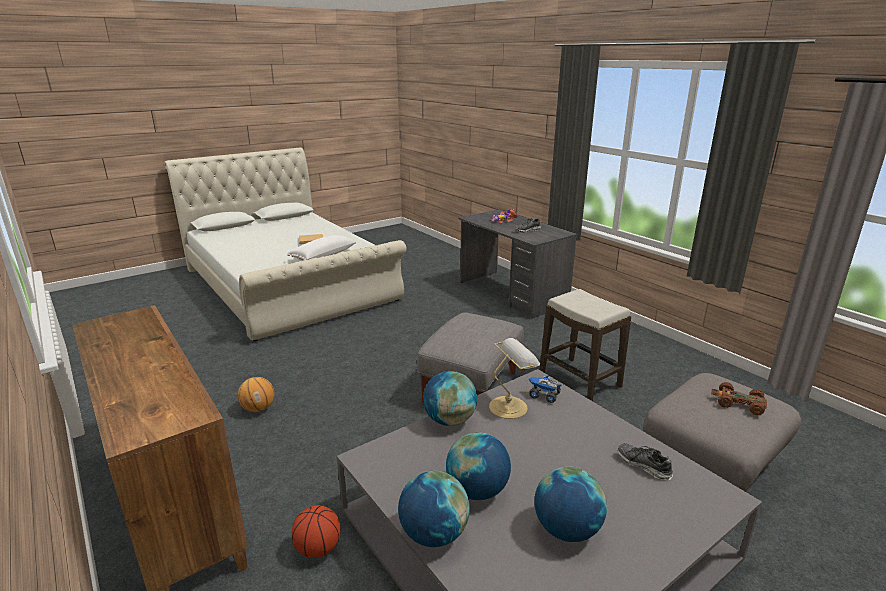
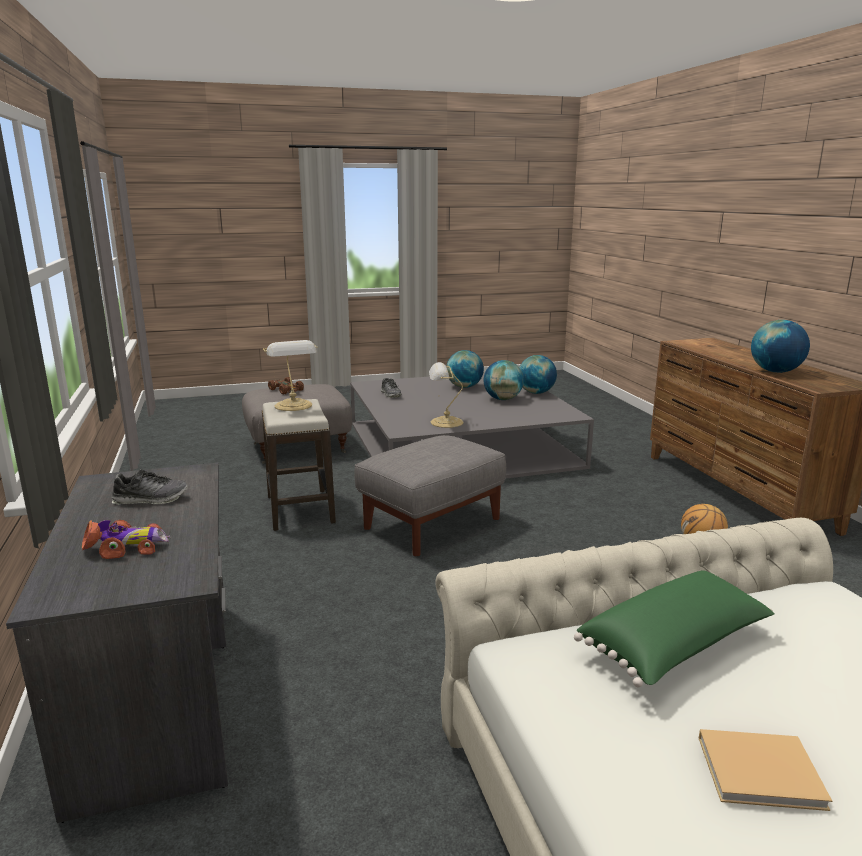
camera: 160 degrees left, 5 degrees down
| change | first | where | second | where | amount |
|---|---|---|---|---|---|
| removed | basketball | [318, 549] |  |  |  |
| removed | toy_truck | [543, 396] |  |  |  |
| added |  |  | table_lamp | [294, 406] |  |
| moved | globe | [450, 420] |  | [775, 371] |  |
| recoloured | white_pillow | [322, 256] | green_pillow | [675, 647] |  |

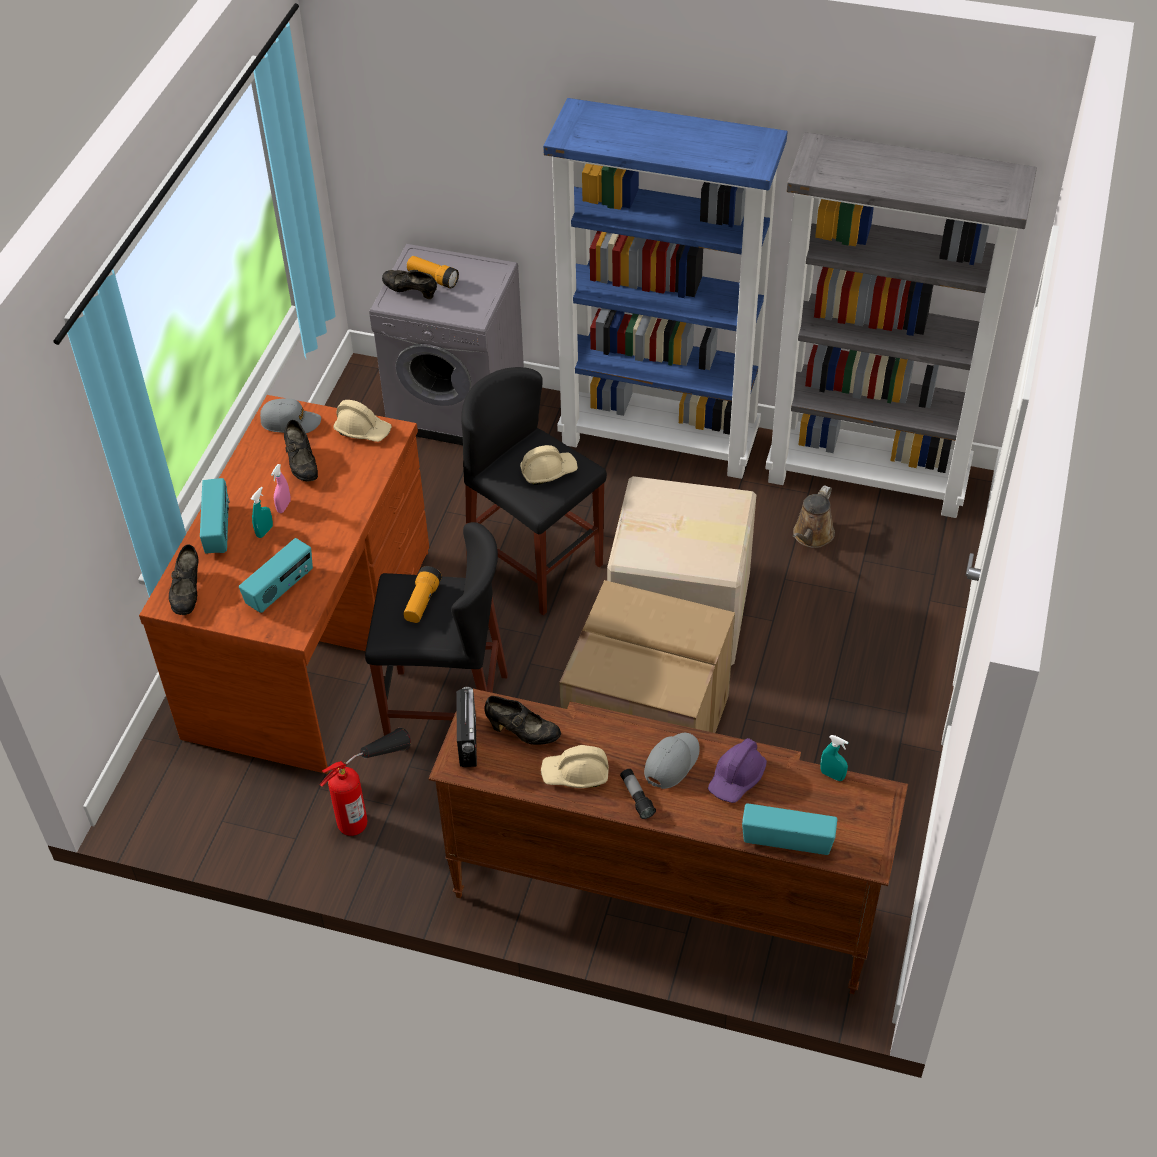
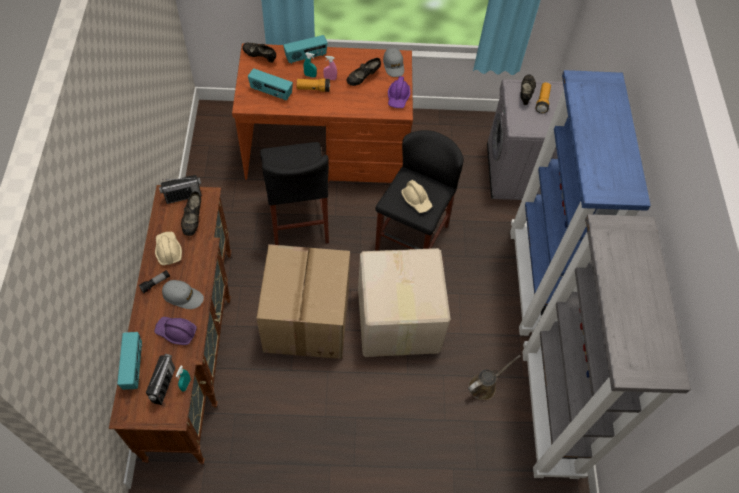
camera: 70 degrees right, 10 degrees up
| change | first | where | second | where | amount |
|---|---|---|---|---|---|
| removed | fire_extinguisher | [373, 805] |  |  |  |
| added |  |  | radio | [163, 385] |  |
| moved | flashlight | [422, 602] |  | [313, 89] |  |
| recoloured | beige_hard_hat | [363, 430] | purple_hard_hat | [398, 97] |  |
| turned | black_shoe | [187, 593] |  | [260, 57] | 45 degrees clockwise |
| turned | brown_watering_can | [811, 536] |  | [484, 385] | 135 degrees clockwise |

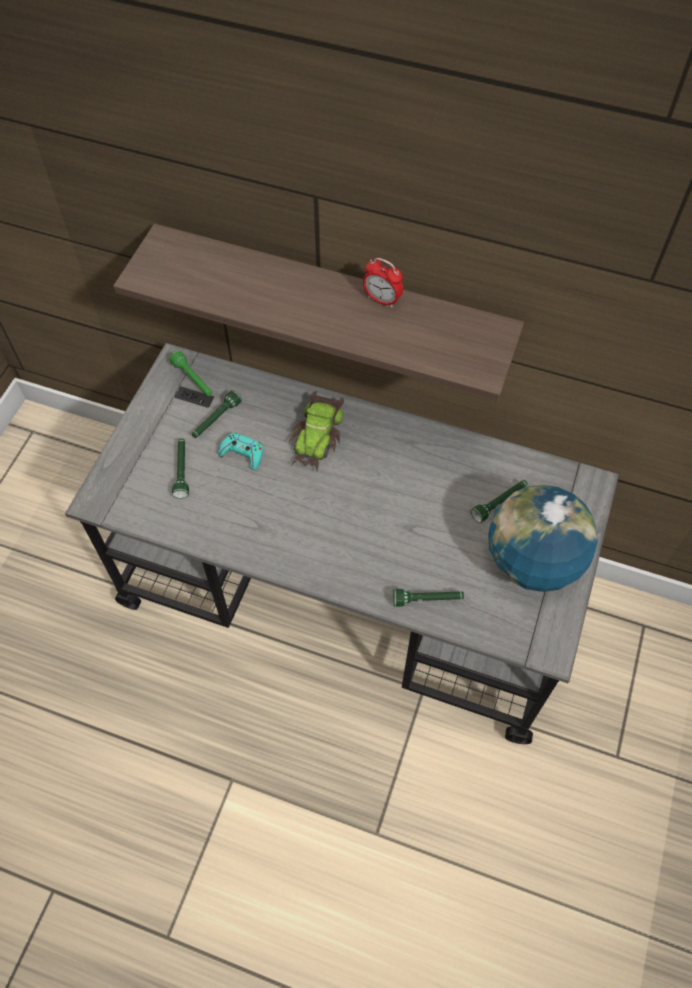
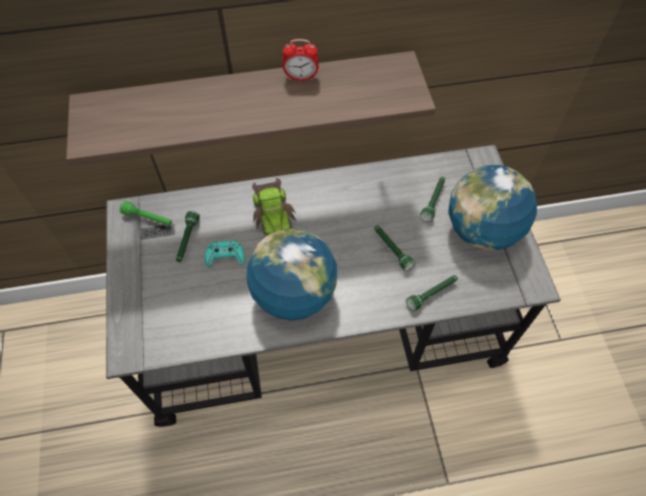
camera: 30 degrees left, 0 degrees up
| change | first | where | second | where | amount |
|---|---|---|---|---|---|
| added |  |  | globe | [293, 294] |  |
| moved | green_flashlight | [182, 471] |  | [392, 250] |  |

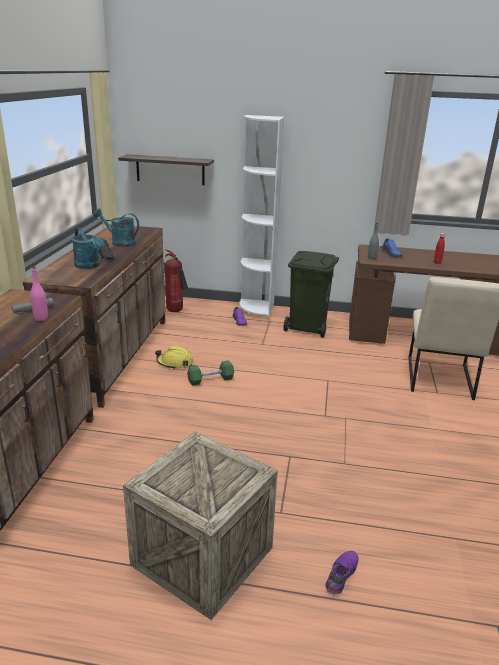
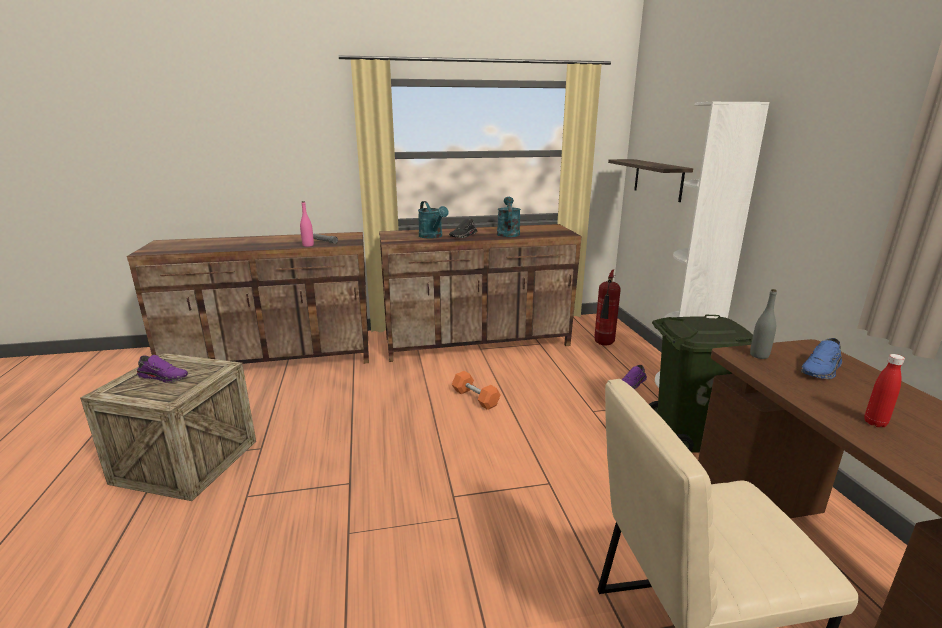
camera: 70 degrees right, 5 degrees down
| change | first | where | second | where | amount |
|---|---|---|---|---|---|
| removed | yellow_hard_hat | [175, 363] |  |  |  |
| moved | purple_shoe | [340, 574] |  | [164, 377] |  |
| recoloured | green_dumbbell | [210, 380] | orange_dumbbell | [475, 398] |  |
| turned | turquoise_watering_can | [90, 266] |  | [432, 236] | 60 degrees counterclockwise |

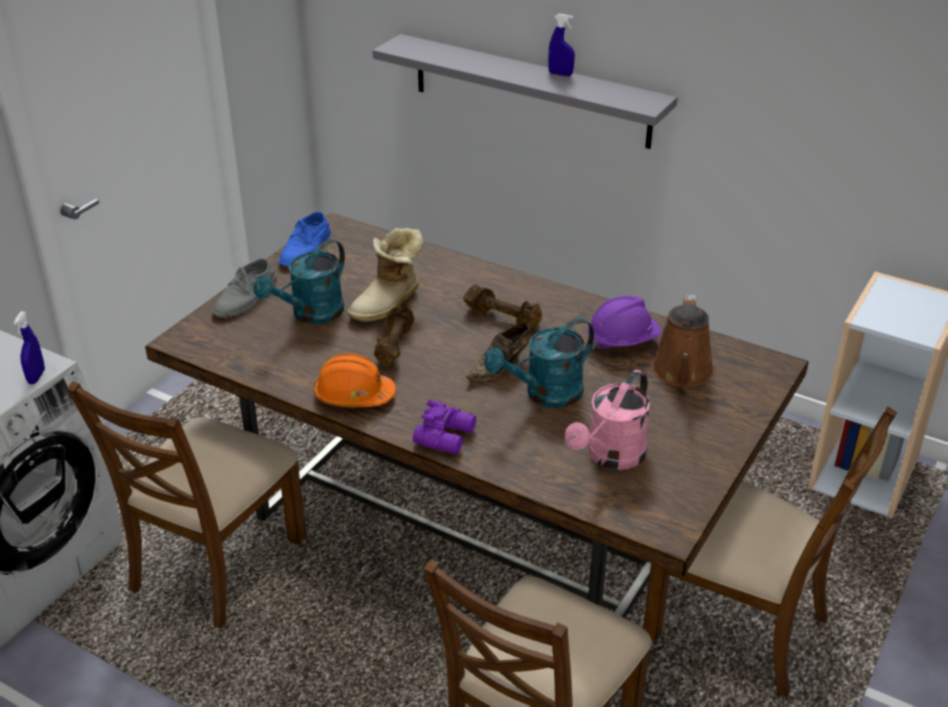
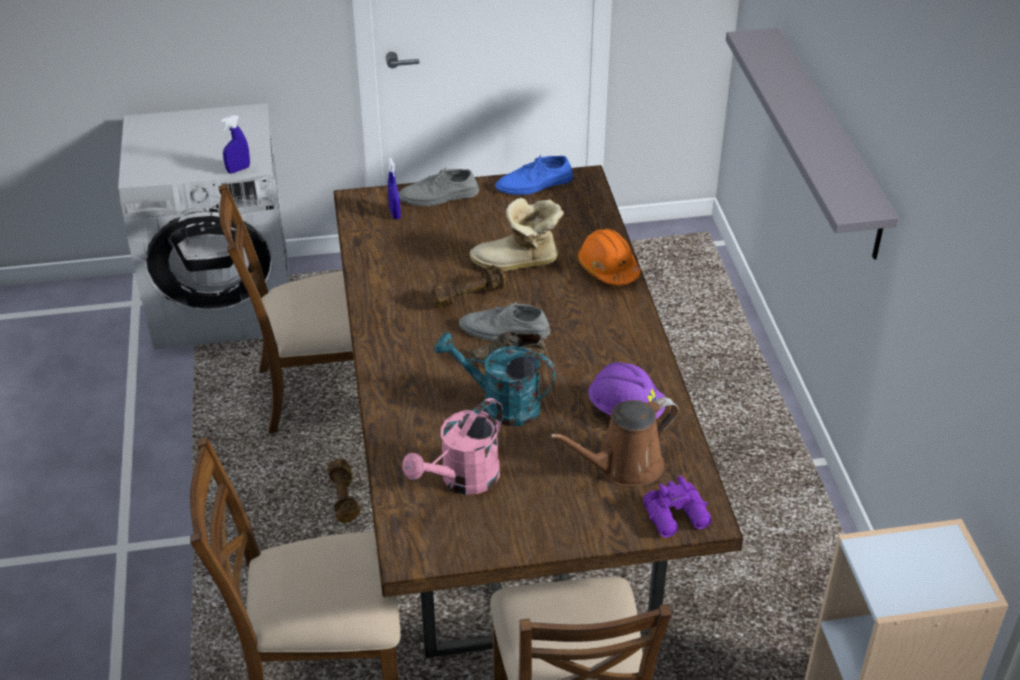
camera: 50 degrees right, 5 degrees up
| change | first | where | second | where | amount |
|---|---|---|---|---|---|
| removed | turquoise_watering_can | [311, 314] |  |  |  |
| added |  |  | grey_shoe | [504, 331] |  |
| moved | orange_hard_hat | [353, 395] |  | [608, 268] |  |
| moved | purple_binoculars | [446, 436] |  | [678, 517] |  |
| moved | brown_dumbbell | [503, 317] |  | [345, 499] |  |
| moved | blue_spray_bottle | [560, 74] |  | [395, 213] |  |
| turned | pink_watering_can | [610, 457] |  | [462, 480] | 45 degrees counterclockwise |

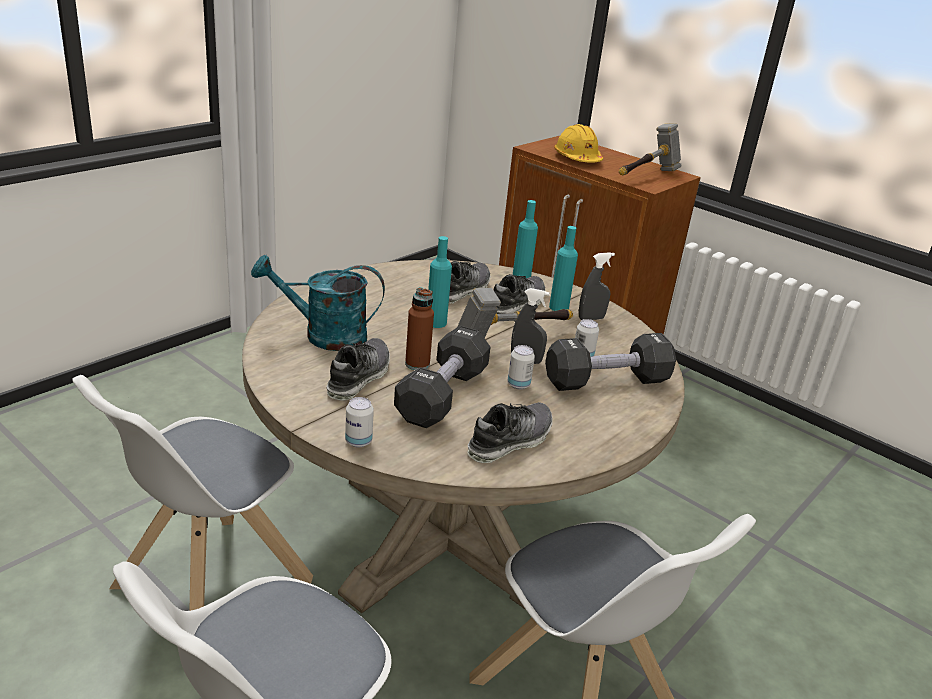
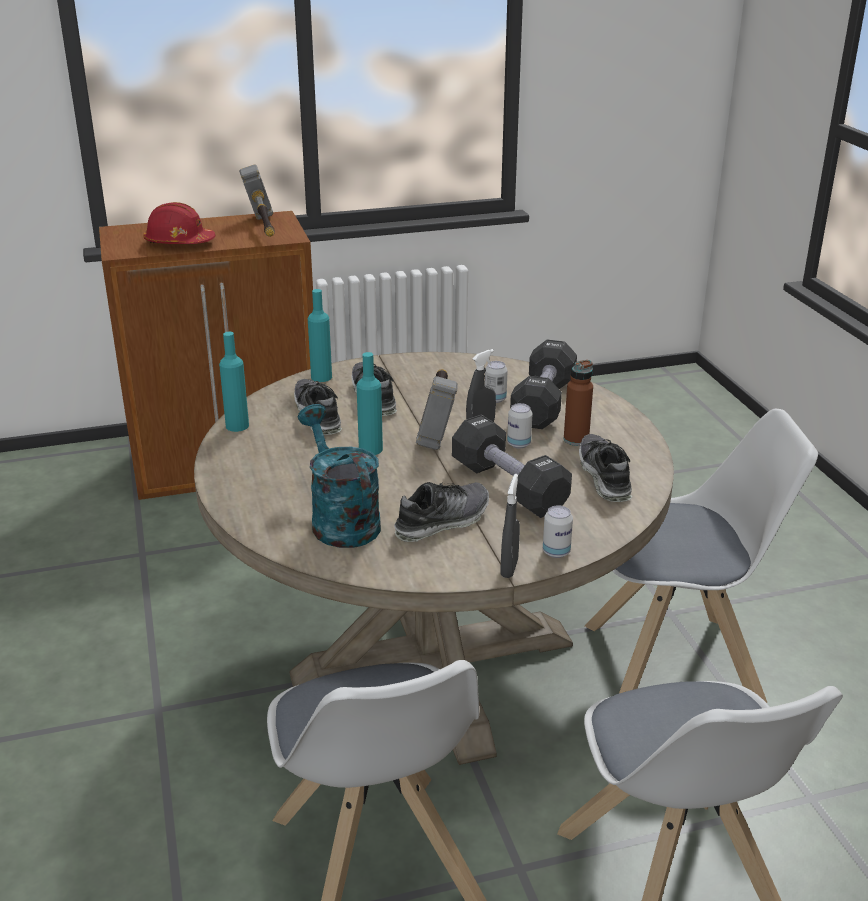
camera: 55 degrees left, 0 degrees up
| change | first | where | second | where | amount |
|---|---|---|---|---|---|
| moved | brown_bottle | [417, 364] |  | [576, 440] |  |
| moved | turquoise_bottle | [558, 307] |  | [237, 426] |  |
| moved | grey_spray_bottle | [591, 318] |  | [509, 568] |  |
| recoloured | yellow_hard_hat | [577, 158] | red_hard_hat | [179, 243] |  |
| turned | turquoise_watering_can | [324, 335] |  | [340, 519] | 120 degrees clockwise |
| turned | shoe | [358, 377] |  | [442, 522] | 90 degrees clockwise |

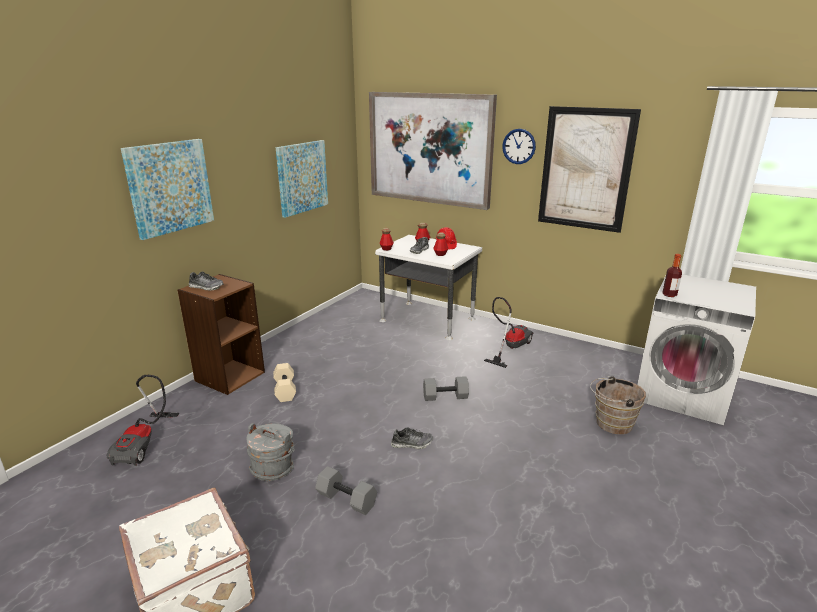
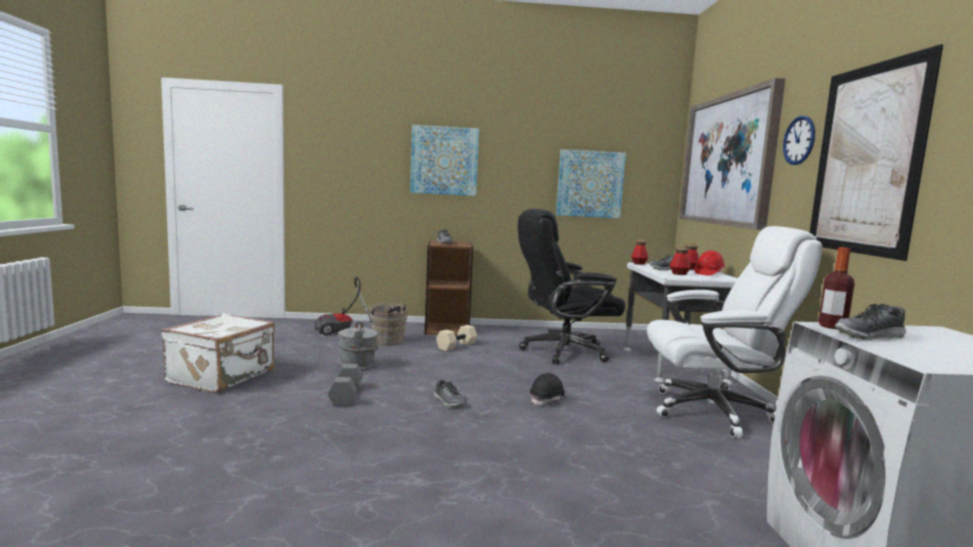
camera: 55 degrees right, 15 degrees down
| change | first | where | second | where | amount |
|---|---|---|---|---|---|
| added |  |  | black_office_chair | [564, 351] |  |
| added |  |  | shoe | [869, 336] |  |
| moved | brown_bucket | [610, 423] |  | [387, 341] |  |
| replaced | grey_dumbbell | [445, 396] | black_hard_hat | [548, 400] |  |
| replaced | vacuum_cleaner | [509, 347] | white_office_chair | [711, 412] |  |

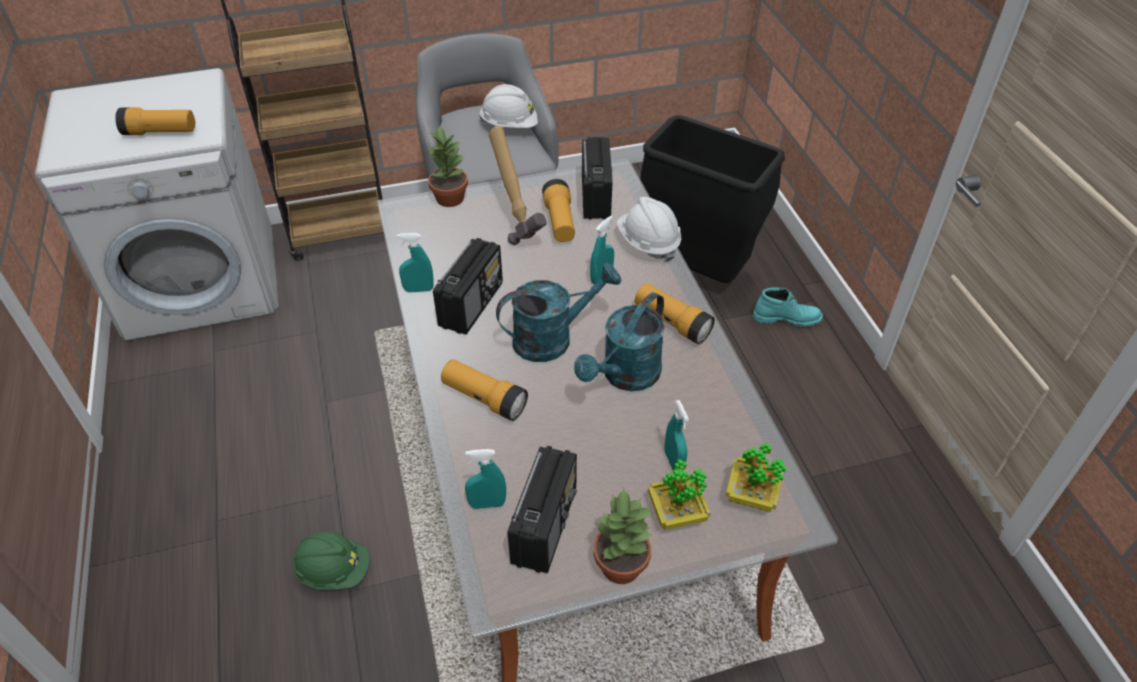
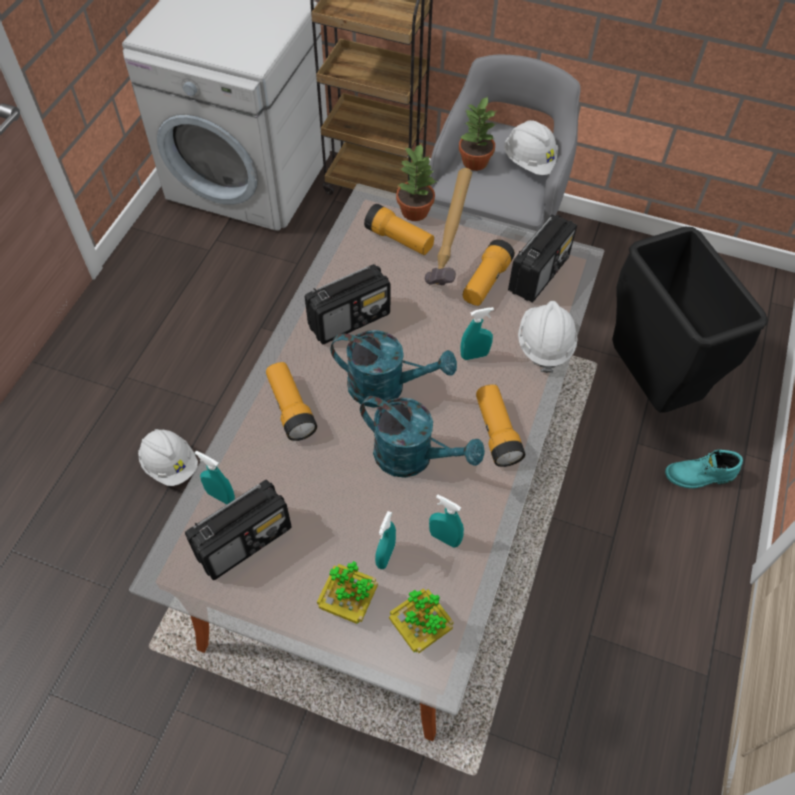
camera: 35 degrees right, 10 degrees up
| change | first | where | second | where | amount |
|---|---|---|---|---|---|
| moved | flashlight | [160, 132] |  | [399, 239] |  |
| moved | turquoise_spray_bottle | [418, 289] |  | [444, 538] |  |
| moved | potted_plant | [620, 567] |  | [474, 162] |  |
| recoloured | green_hard_hat | [333, 570] | white_hard_hat | [170, 464] |  |
| turned | turquoise_watering_can | [625, 377] |  | [413, 457] | 135 degrees counterclockwise |
| turned | turquoise_boot | [787, 318] |  | [699, 477] | 135 degrees clockwise |

